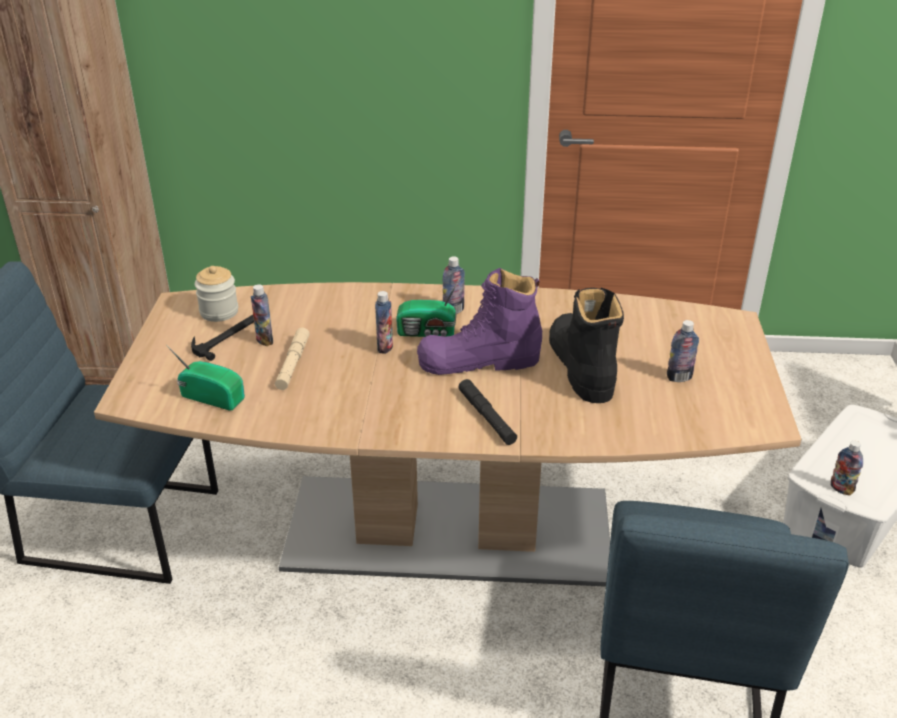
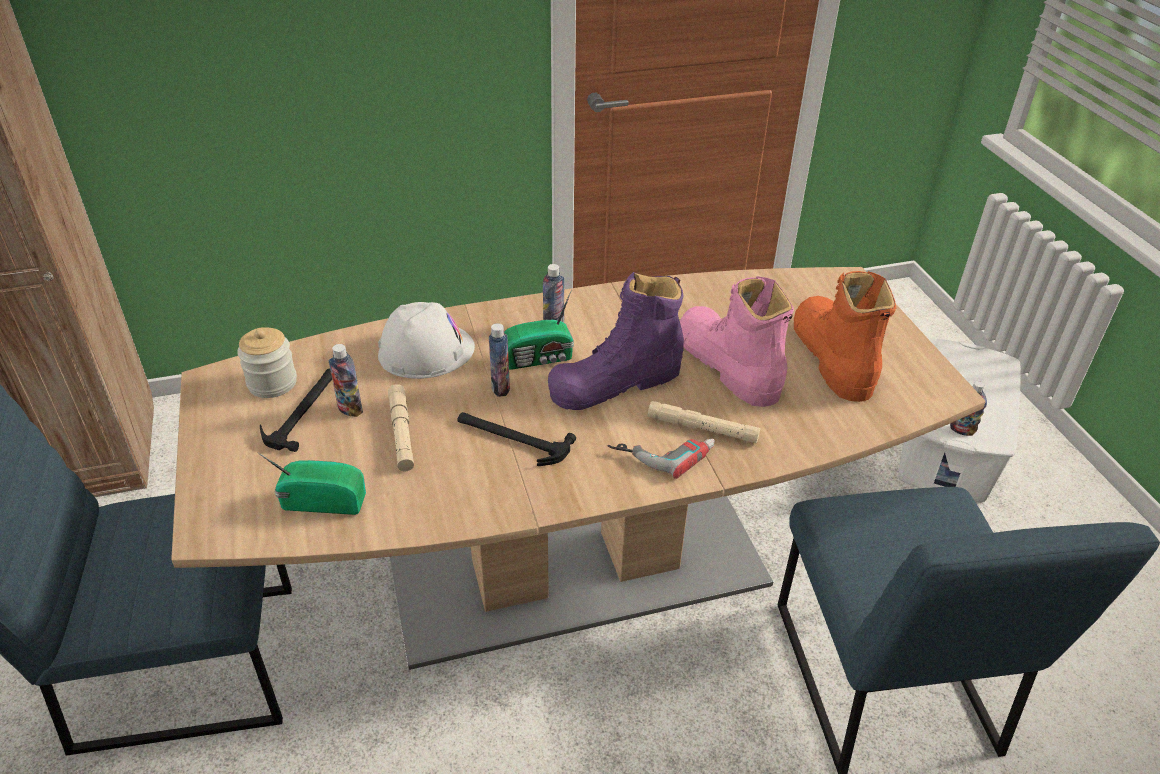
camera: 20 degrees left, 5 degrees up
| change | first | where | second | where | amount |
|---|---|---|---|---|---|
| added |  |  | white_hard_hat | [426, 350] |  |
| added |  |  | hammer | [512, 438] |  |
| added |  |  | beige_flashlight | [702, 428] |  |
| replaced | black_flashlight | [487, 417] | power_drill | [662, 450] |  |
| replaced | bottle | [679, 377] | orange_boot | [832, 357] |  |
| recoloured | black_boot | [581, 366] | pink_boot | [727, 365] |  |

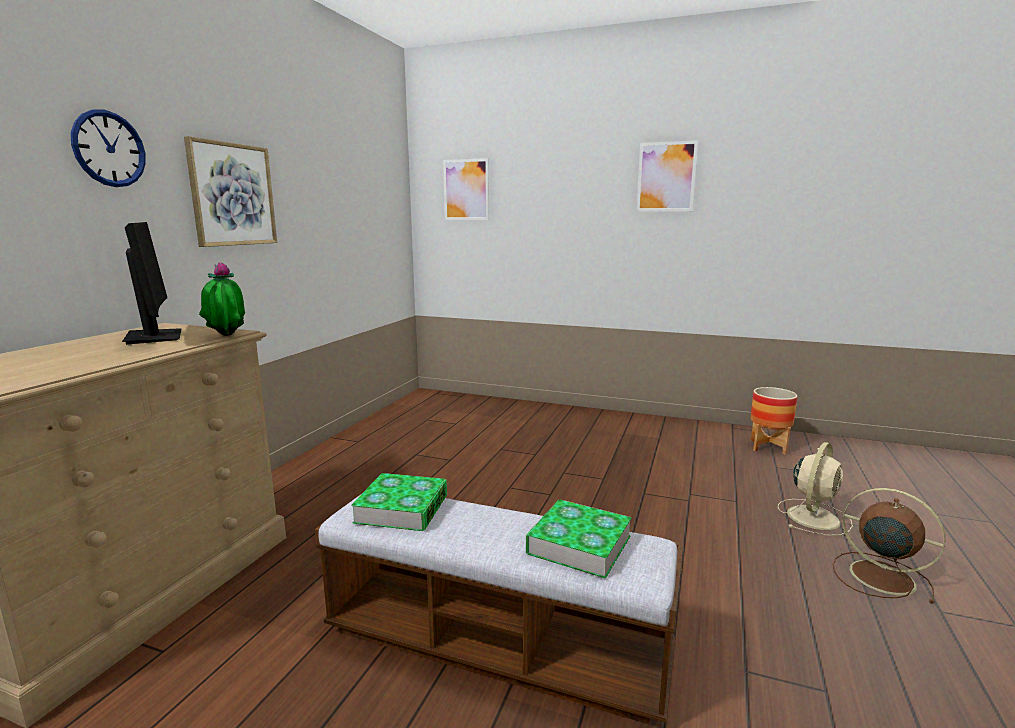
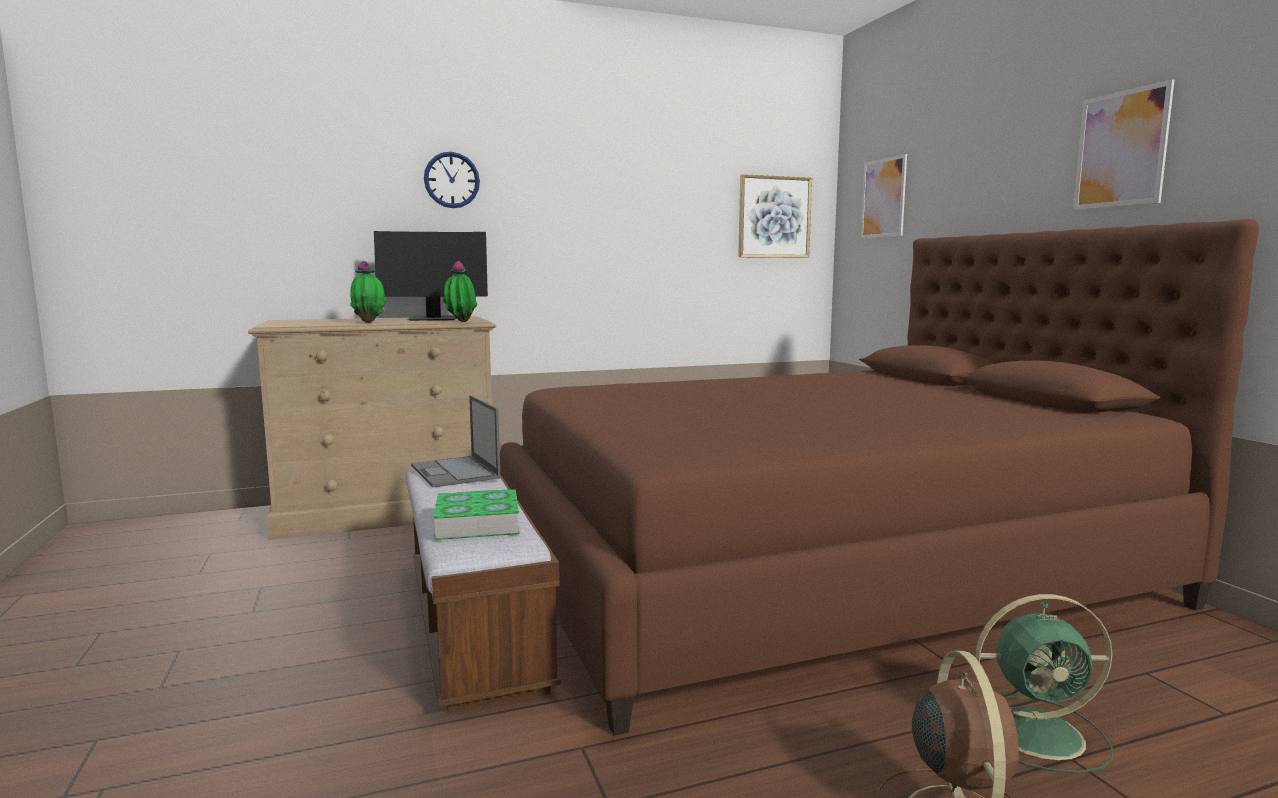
camera: 50 degrees right, 5 degrees down
| change | first | where | second | where | amount |
|---|---|---|---|---|---|
| removed | planter | [768, 447] |  |  |  |
| added |  |  | potted_plant | [369, 322] |  |
| added |  |  | brown_bed | [817, 570] |  |
| moved | picture | [232, 195] |  | [774, 217] |  |
| replaced | book | [402, 508] | laptop | [455, 472] |  |
| recoloured | beige_fan | [813, 516] | green_fan | [1040, 733] |  |
| turned | monitor | [154, 337] |  | [434, 319] | 60 degrees clockwise |

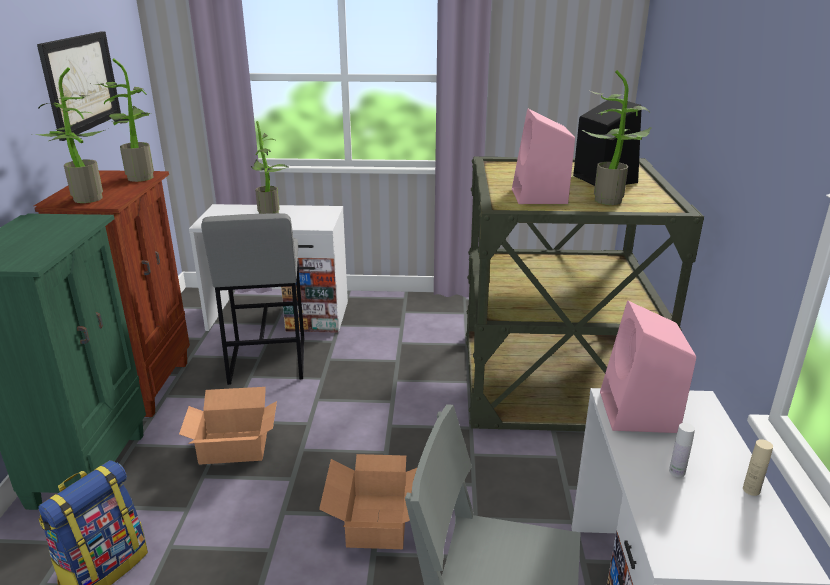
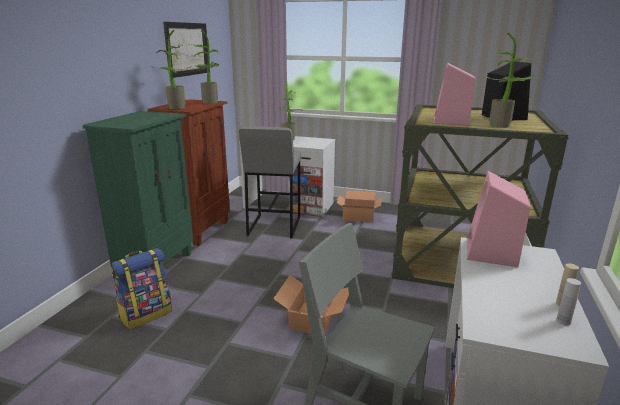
camera: 15 degrees right, 5 degrees down
| change | first | where | second | where | amount |
|---|---|---|---|---|---|
| moved | cardboard_box | [234, 447] |  | [358, 217] |  |
| moved | white_bottle | [677, 472] |  | [563, 321] |  |

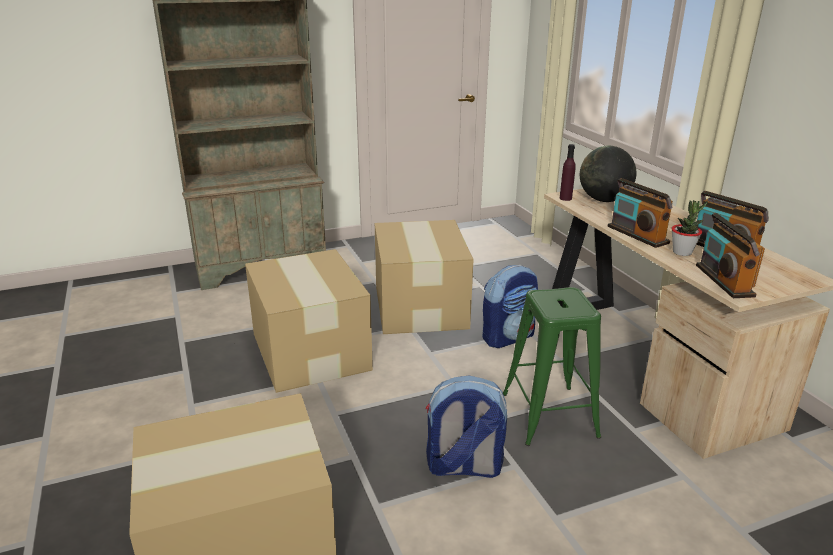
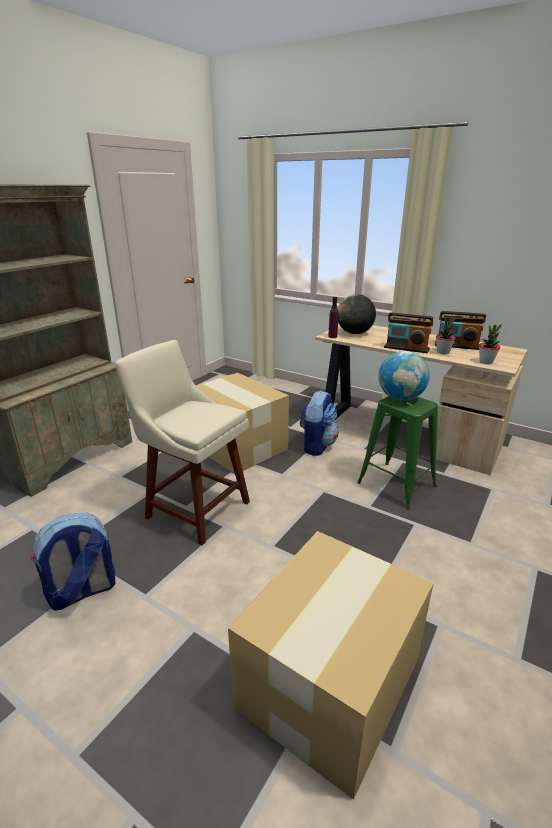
camera: 35 degrees left, 0 degrees up
| change | first | where | second | where | amount |
|---|---|---|---|---|---|
| added |  |  | globe | [400, 398] |  |
| moved | backpack | [463, 467] |  | [82, 592] |  |
| replaced | cardboard_box | [311, 350] | beige_stool | [195, 507] |  |
| replaced | radio | [724, 280] | potted_plant | [486, 362] |  |

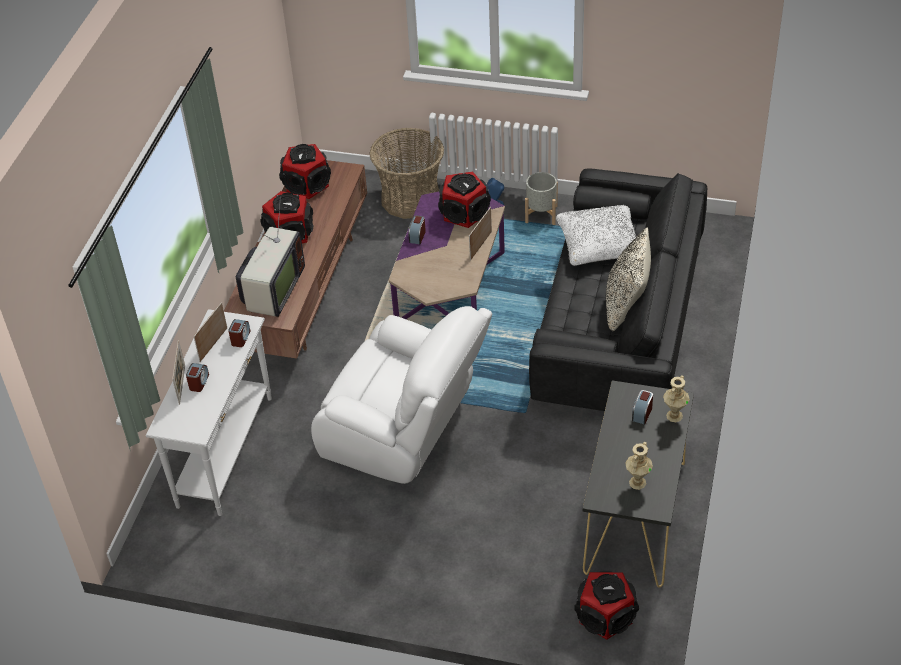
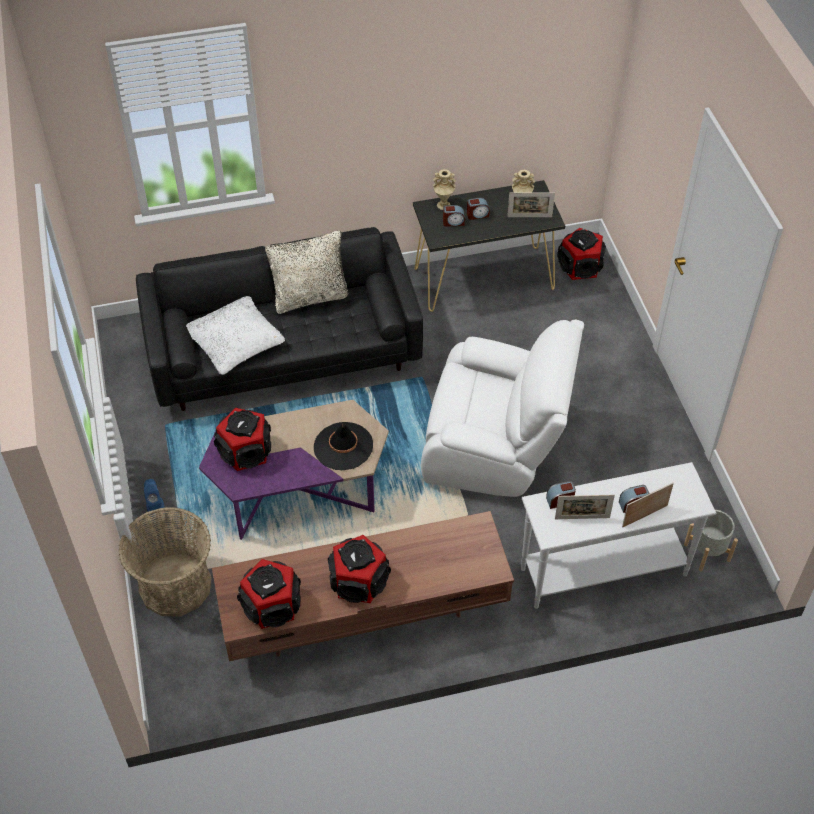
camera: 120 degrees left, 5 degrees up
| change | first | where | second | where | amount |
|---|---|---|---|---|---|
| removed | television | [272, 292] |  |  |  |
| added |  |  | black_hat | [343, 446] |  |
| moved | alarm_clock | [417, 236] |  | [477, 215] |  |
| moved | picture_frame | [480, 246] |  | [529, 217] |  |
| moved | grey_planter | [541, 214] |  | [707, 552] |  |
| turned | white_armchair | [405, 433] |  | [496, 447] | 105 degrees clockwise |

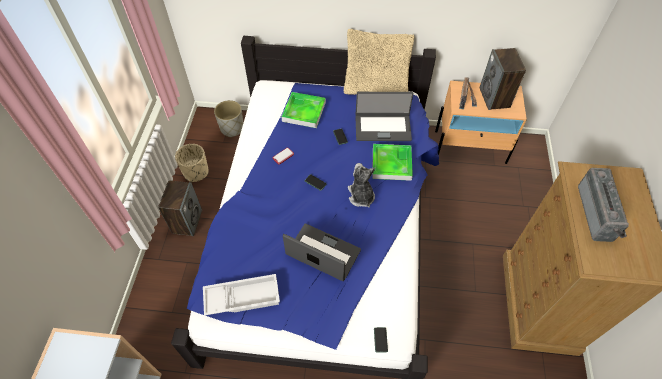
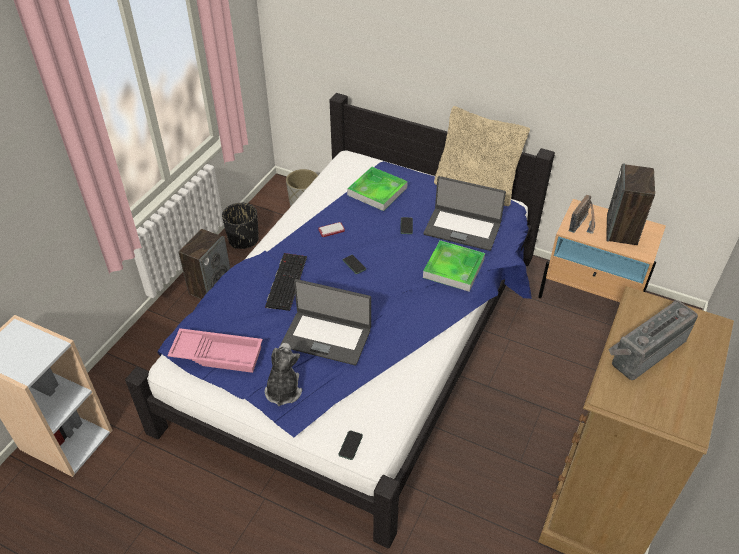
camera: 20 degrees right, 10 degrees down
| change | first | where | second | where | amount |
|---|---|---|---|---|---|
| added |  |  | keyboard | [285, 280] |  |
| moved | plush_toy | [361, 196] |  | [283, 390] |  |
| recoloured | beige_planter | [196, 172] | black_planter | [243, 240] |  |
| recoloured | white_tray | [243, 296] | pink_tray | [218, 353] |  |
| turned | laptop | [322, 253] |  | [326, 337] | 150 degrees clockwise |
| turned | radio | [598, 213] |  | [644, 350] | 150 degrees counterclockwise |

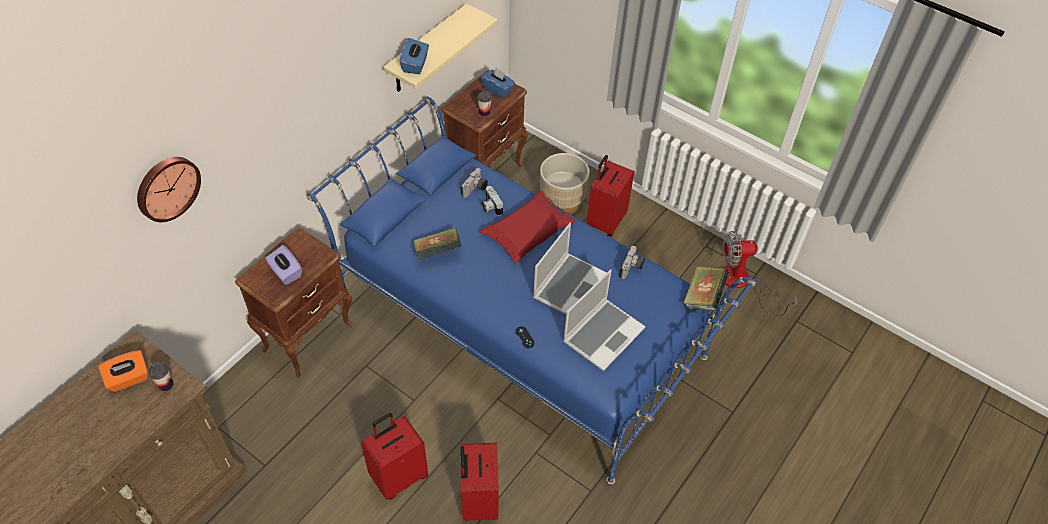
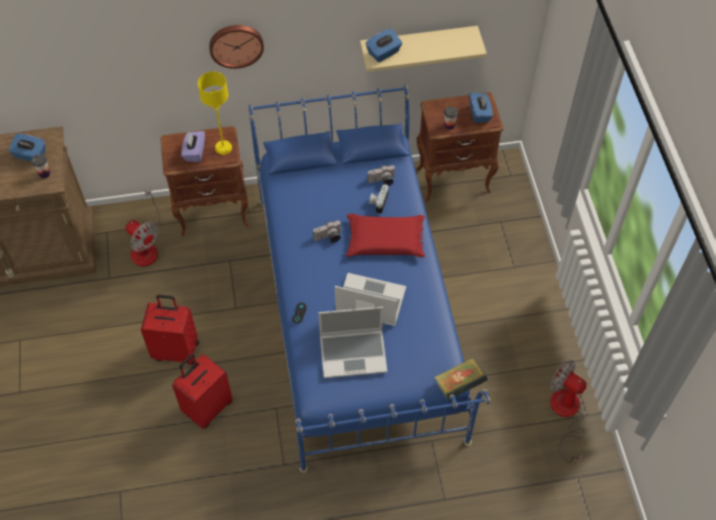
camera: 45 degrees right, 5 degrees up
| change | first | where | second | where | amount |
|---|---|---|---|---|---|
| removed | book | [438, 253] |  |  |  |
| removed | beige_planter | [562, 201] |  |  |  |
| removed | red_suitcase | [605, 221] |  |  |  |
| added |  |  | fan | [146, 246] |  |
| added |  |  | yellow_table_lamp | [223, 147] |  |
| moved | wall_clock | [166, 187] |  | [236, 44] |  |
| moved | photo_camera | [632, 268] |  | [328, 238] |  |
| recoloured | orange_tissue_box | [129, 378] | blue_tissue_box | [30, 155] |  |
| turned | laptop | [570, 286] |  | [369, 301] | 150 degrees counterclockwise |

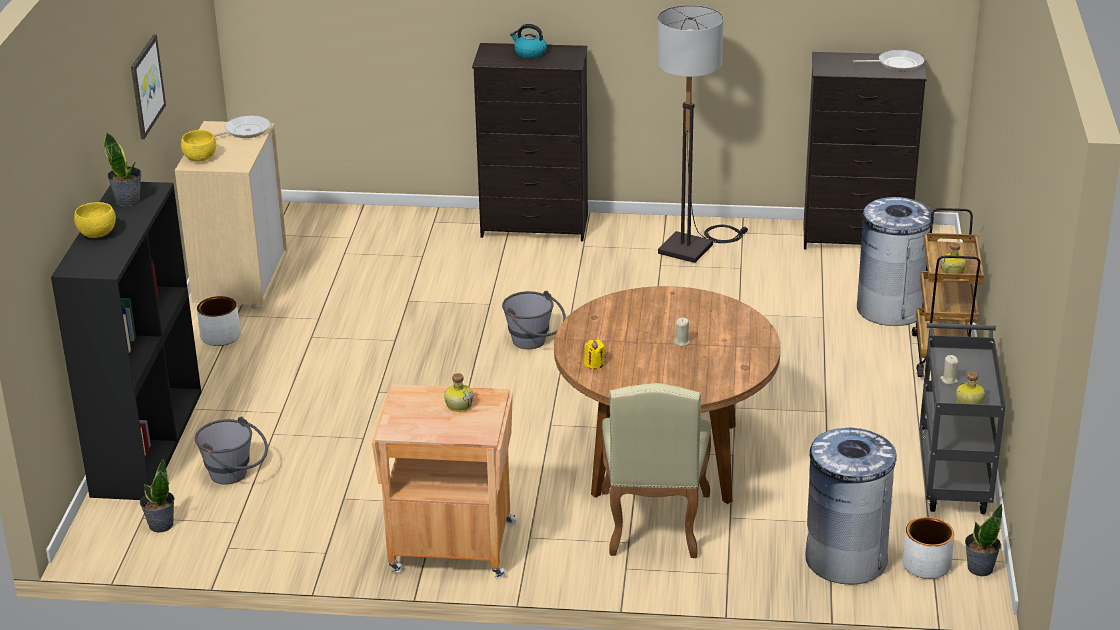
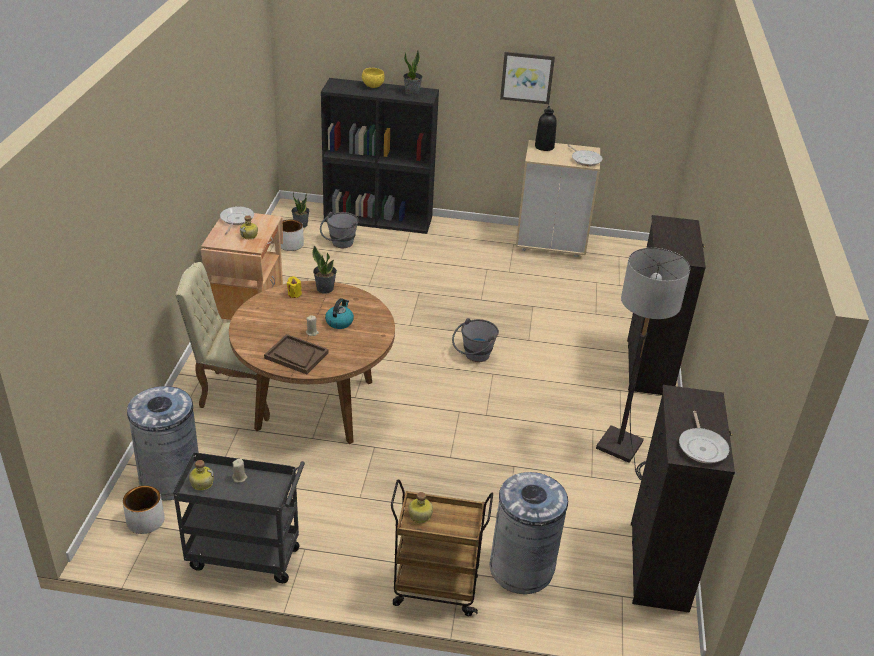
camera: 90 degrees right, 5 degrees up
| change | first | where | second | where | amount |
|---|---|---|---|---|---|
| added |  |  | frying_pan | [236, 220] |  |
| added |  |  | brown_tray | [296, 355] |  |
| moved | white_planter | [220, 336] |  | [290, 245] |  |
| moved | kettle | [529, 53] |  | [339, 322] |  |
| moved | potted_plant | [979, 568] |  | [325, 288] |  |
| replaced | yellow_bowl | [199, 158] | black_vase | [544, 146] |  |

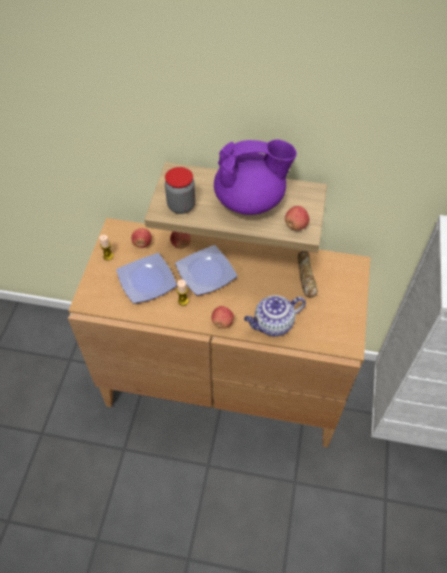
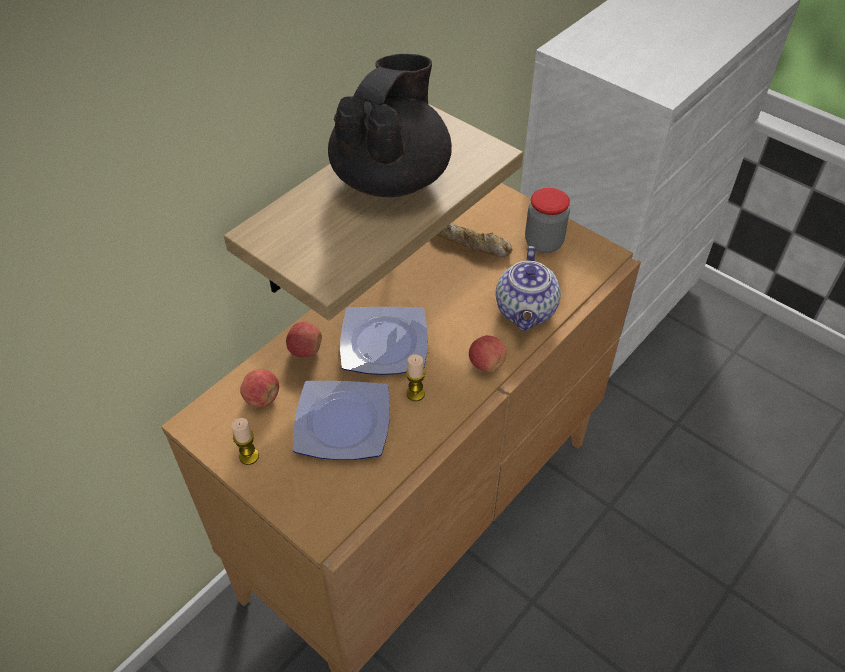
camera: 60 degrees left, 5 degrees down
| change | first | where | second | where | amount |
|---|---|---|---|---|---|
| removed | apple | [296, 225] |  |  |  |
| moved | jar | [181, 206] |  | [543, 243] |  |
| recoloured | purple_teapot | [250, 200] | black_teapot | [392, 178] |  |

